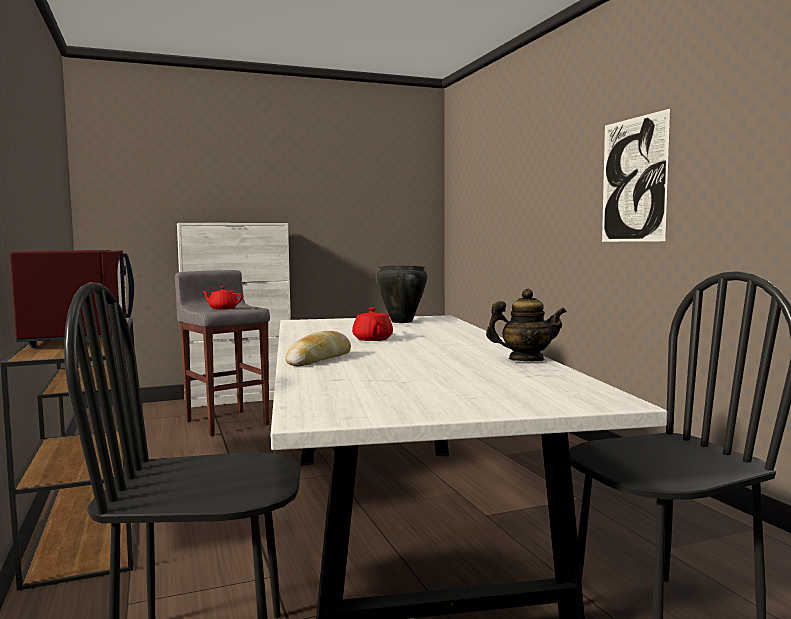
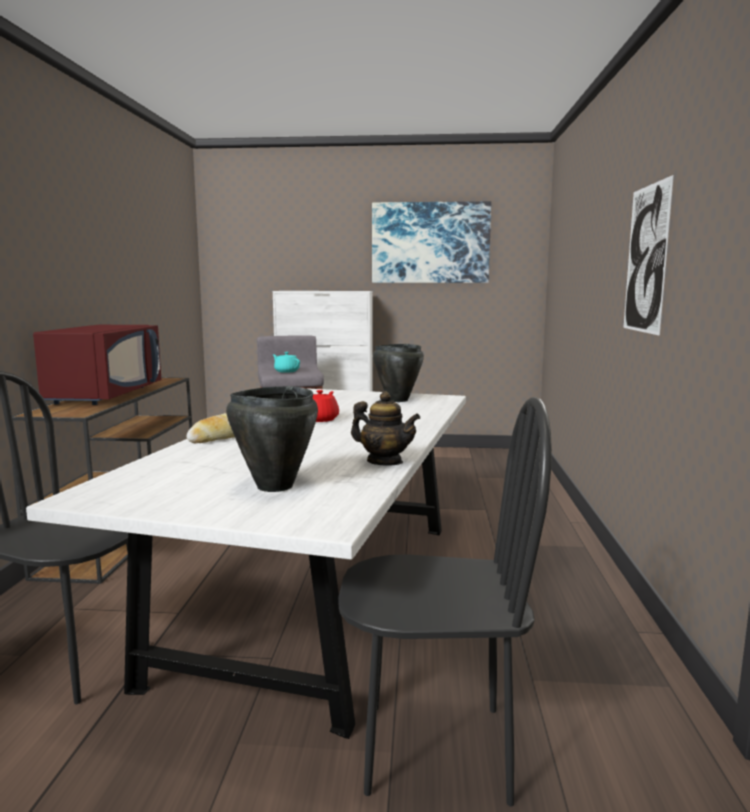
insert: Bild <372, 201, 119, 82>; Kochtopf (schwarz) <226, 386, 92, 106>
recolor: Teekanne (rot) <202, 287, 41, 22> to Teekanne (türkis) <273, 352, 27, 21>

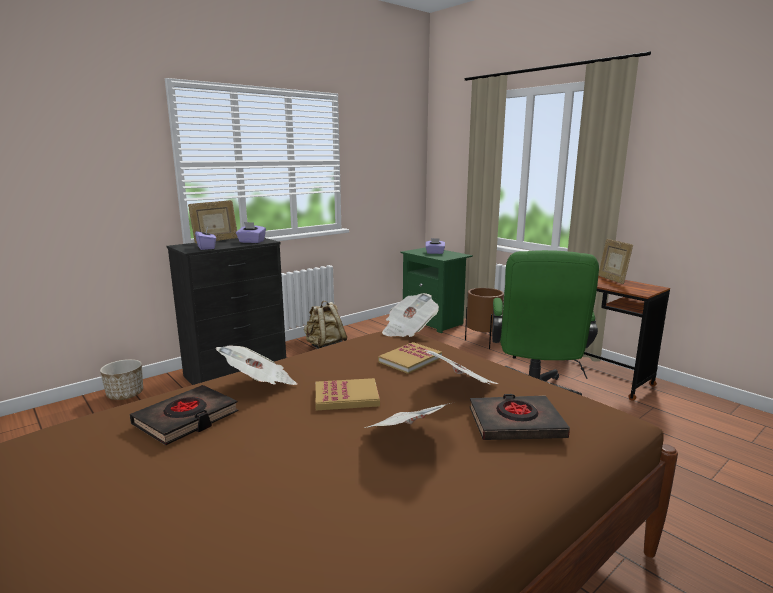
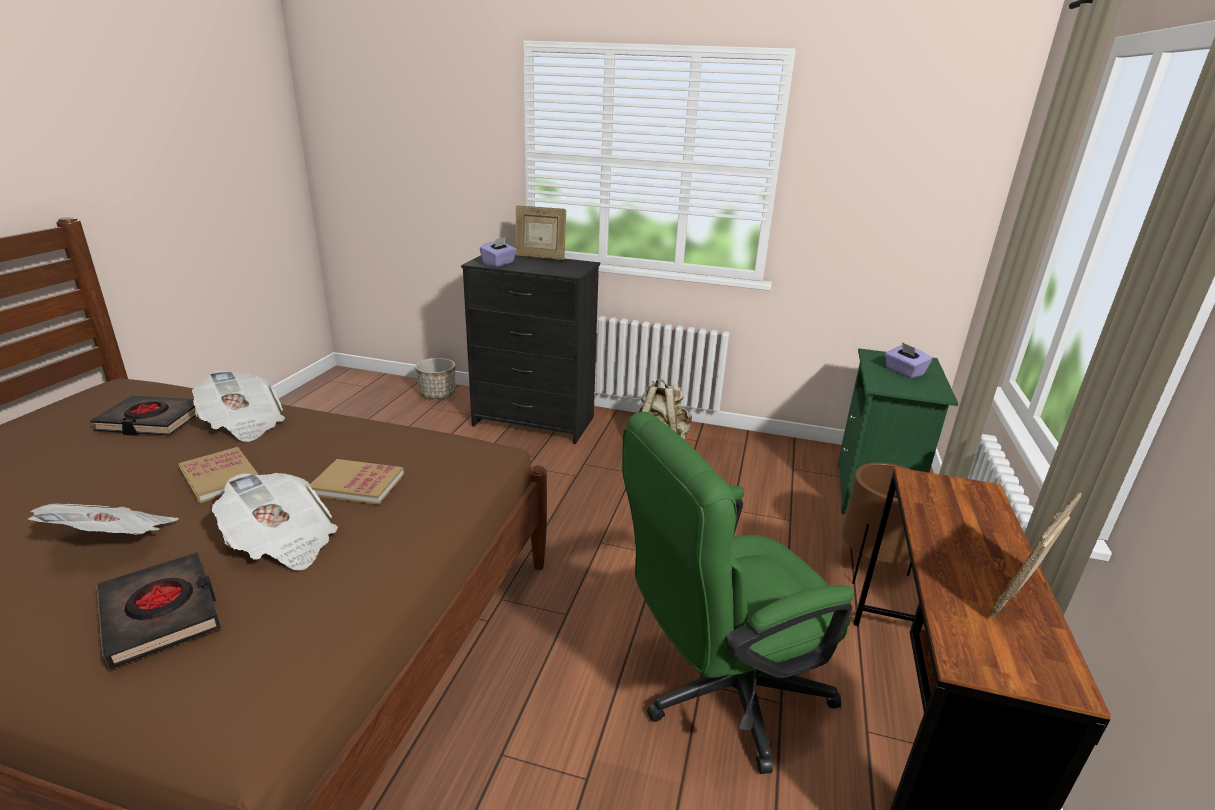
delete: Taschentuchbox (lila) <236, 222, 30, 21>; Zeitung <382, 293, 57, 44>

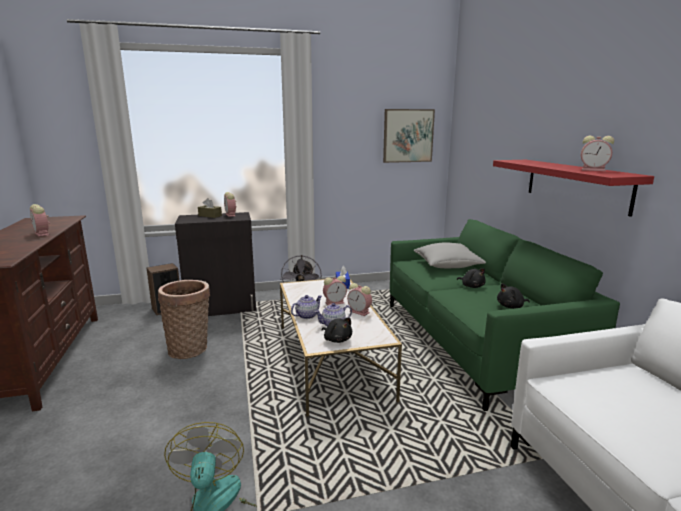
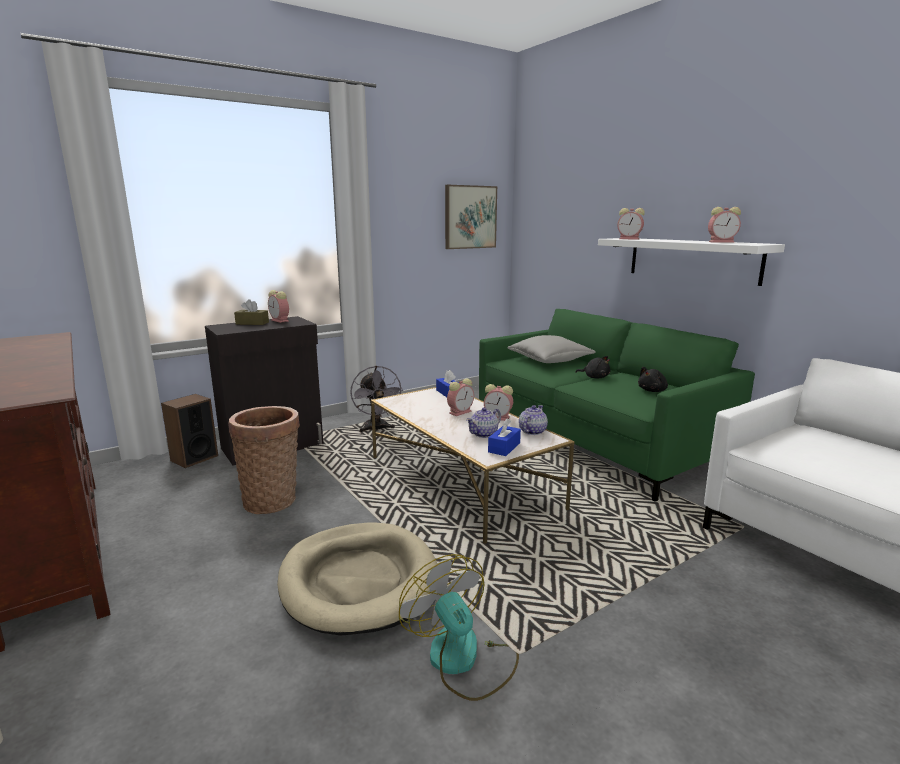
insert: Hundebett (beige) <277, 523, 160, 112>
move: Wecker <30, 204, 20, 33> to <618, 208, 27, 32>; Teekanne <291, 295, 31, 24> to <519, 405, 29, 30>
replace: Plüschtier (schwarz) <322, 318, 30, 25> to Taschentuchbox (blau) <488, 419, 33, 37>
recolor: Wandregal (rot) <493, 160, 161, 57> to Wandregal (weiß) <598, 238, 187, 48>

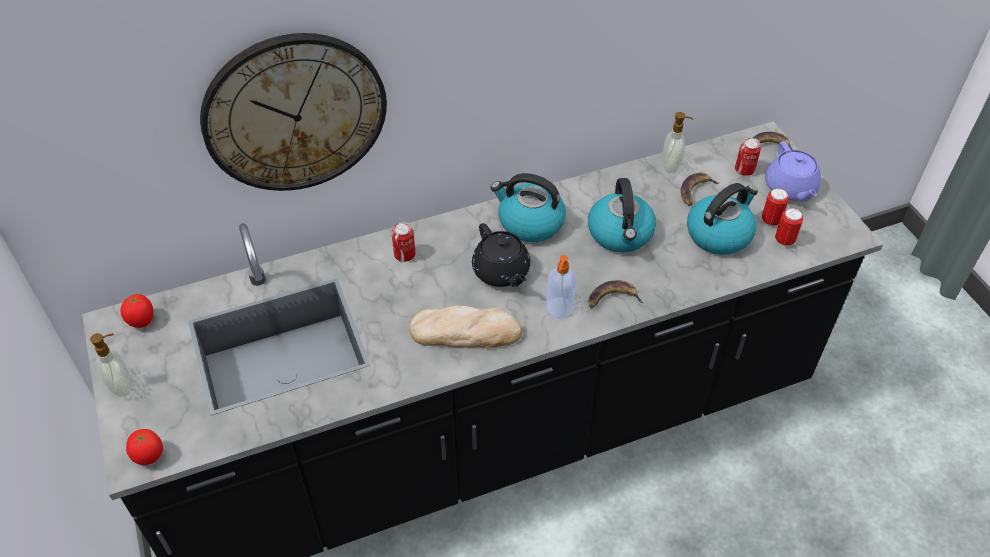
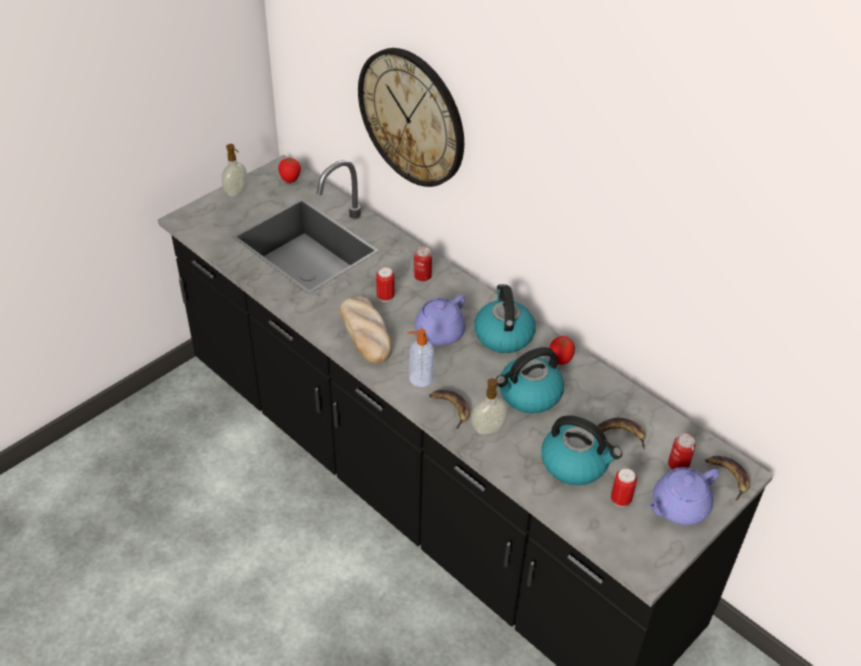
move: Seifenspender <663, 112, 30, 61> to <471, 378, 37, 57>; Dose <775, 208, 28, 39> to <376, 267, 19, 35>; Tomate <126, 429, 37, 36> to <549, 336, 26, 29>
recolor: Teekanne (schwarz) <472, 223, 58, 64> to Teekanne (lila) <412, 295, 54, 51>

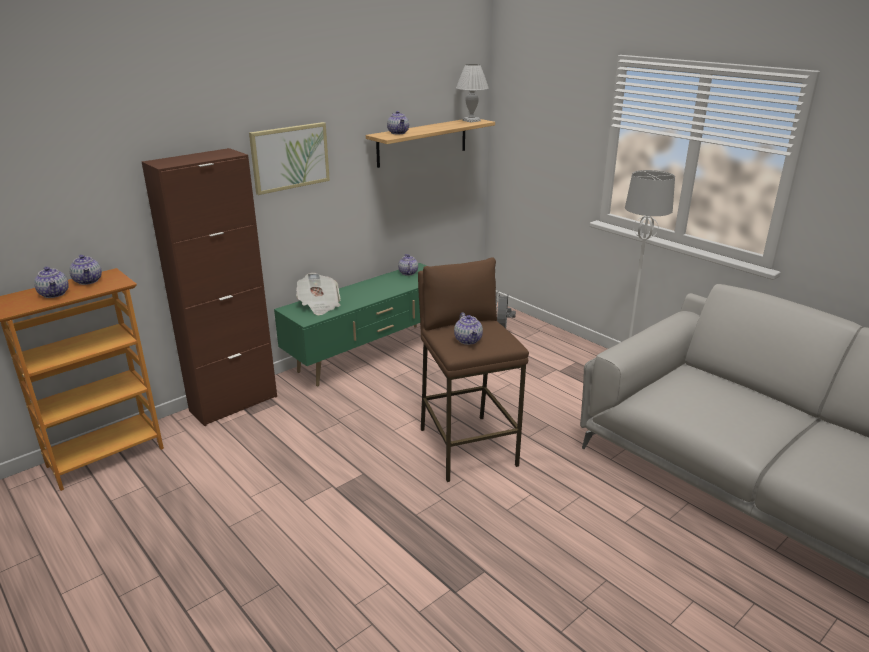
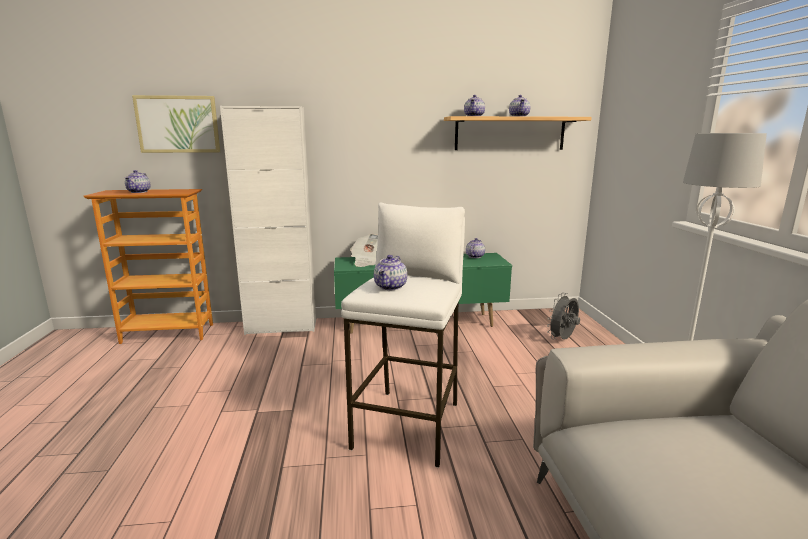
delete: Tischlampe (weiß) <456, 64, 33, 59>
move: Bild <249, 122, 81, 73> to <132, 95, 88, 58>; Teekanne <69, 254, 33, 31> to <509, 95, 21, 21>
recolor: Schrank (braun) <142, 148, 135, 278> to Schrank (weiß) <220, 106, 96, 229>; Hocker (braun) <418, 257, 111, 225> to Hocker (weiß) <341, 203, 124, 265>

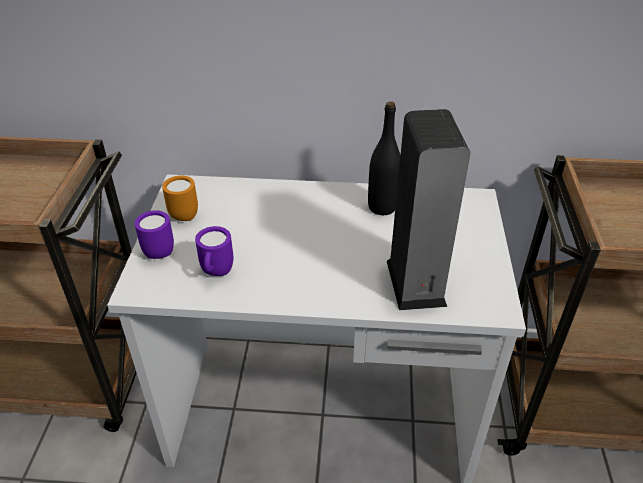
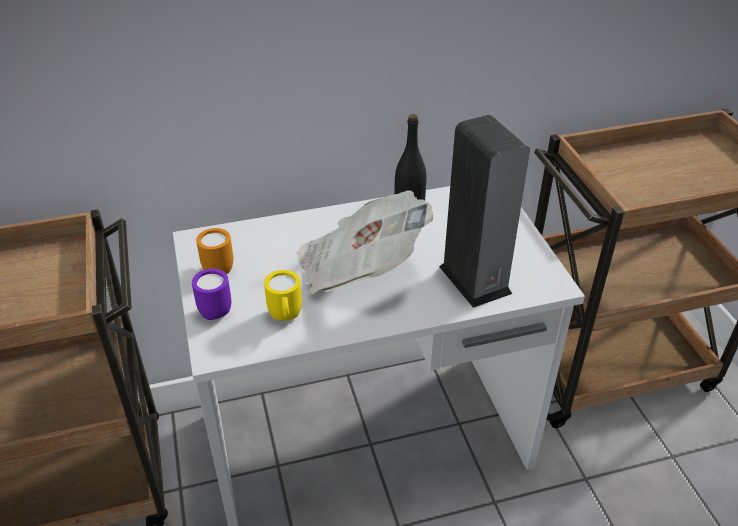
insert: Zeitung <297, 191, 136, 103>
recolor: Henkelbecher (lila) <195, 226, 38, 50> to Henkelbecher (gelb) <264, 270, 38, 51>

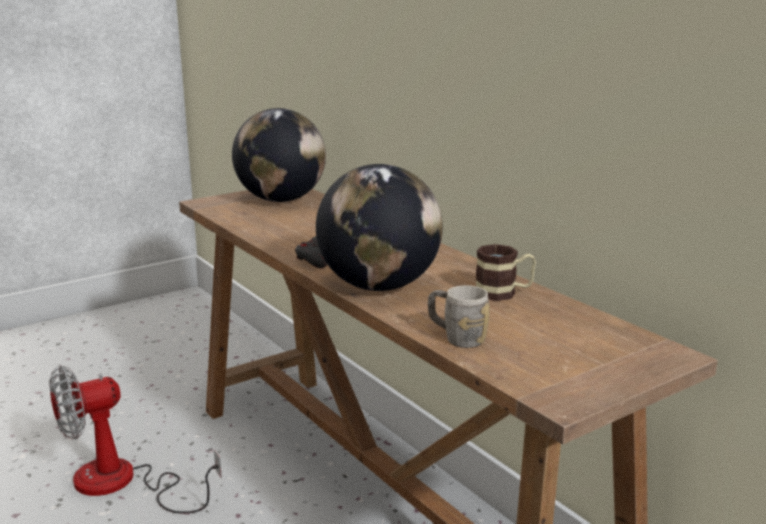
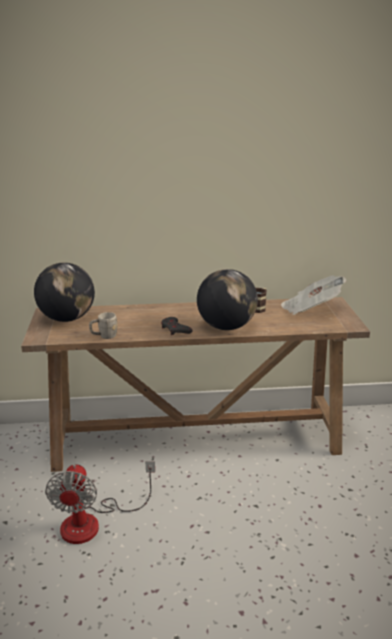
insert: Zeitung <281, 275, 65, 40>
move: Henkelbecher (grau) <428, 285, 62, 63> to <89, 312, 28, 27>

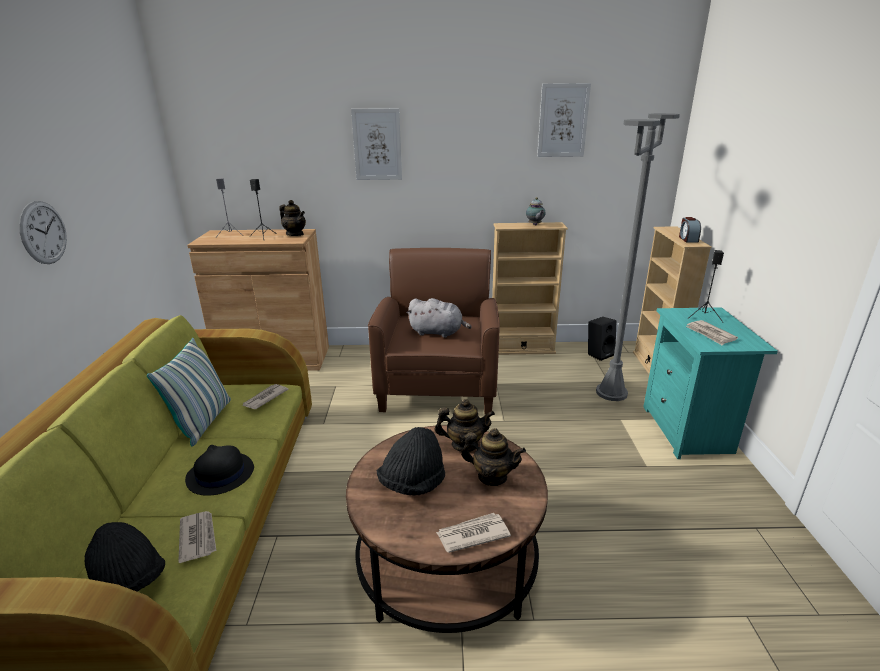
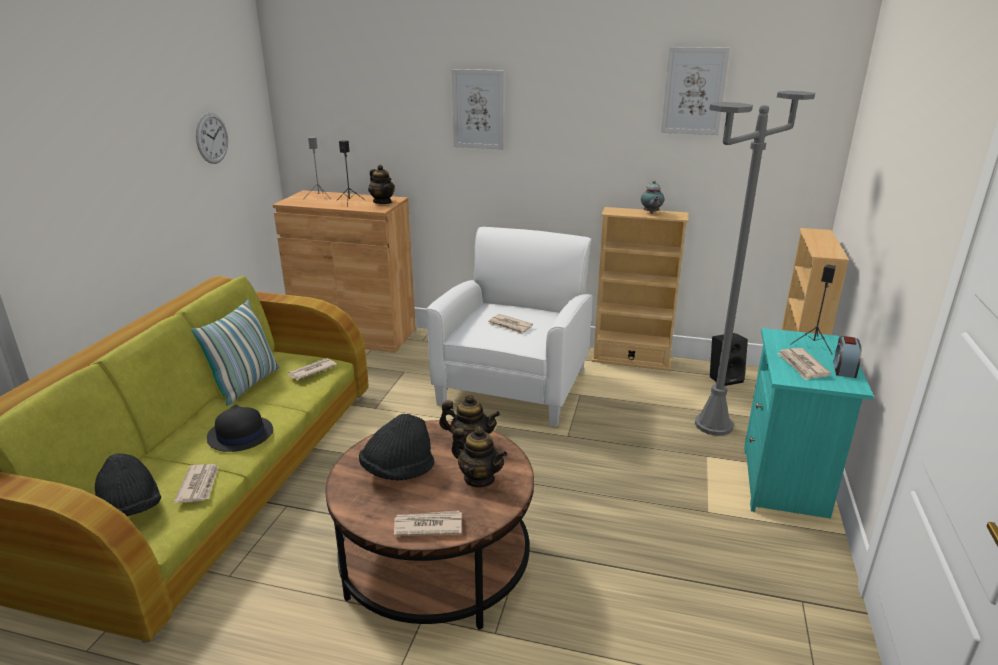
move: Wanduhr <19, 201, 48, 63> to <196, 113, 32, 51>; Wecker <679, 217, 22, 26> to <833, 336, 29, 42>
replace: Plüschtier (grau) <407, 298, 64, 40> to Zeitung <488, 314, 45, 21>
recolor: Sessel (braun) <368, 248, 132, 166> to Sessel (weiß) <427, 227, 165, 200>

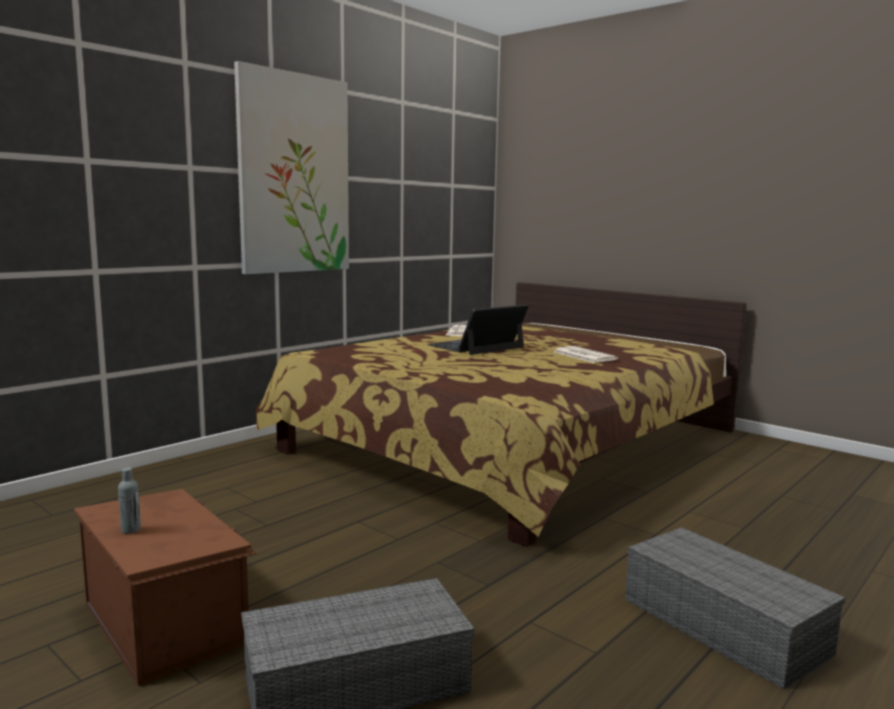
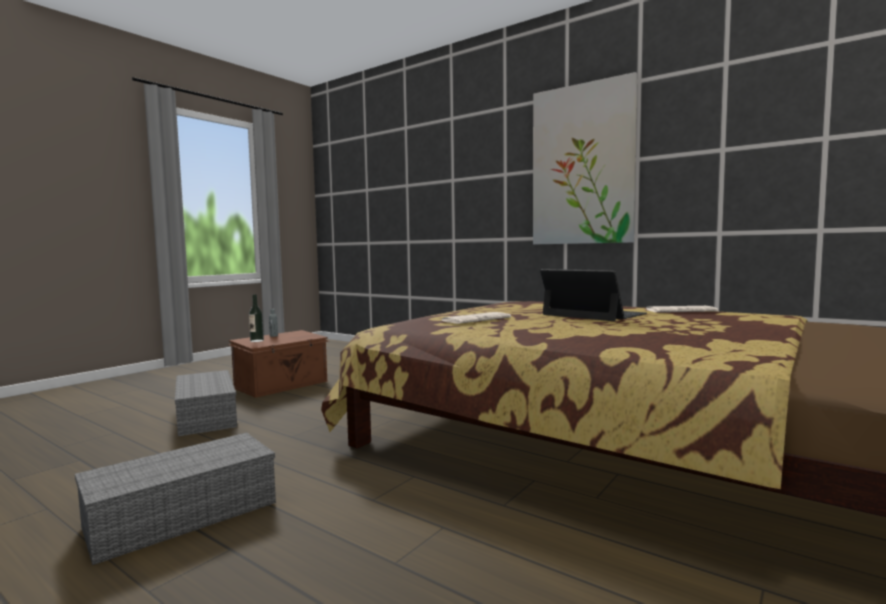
insert: Flasche <249, 294, 15, 48>
move: Zeitung <555, 346, 63, 17> to <442, 312, 69, 12>

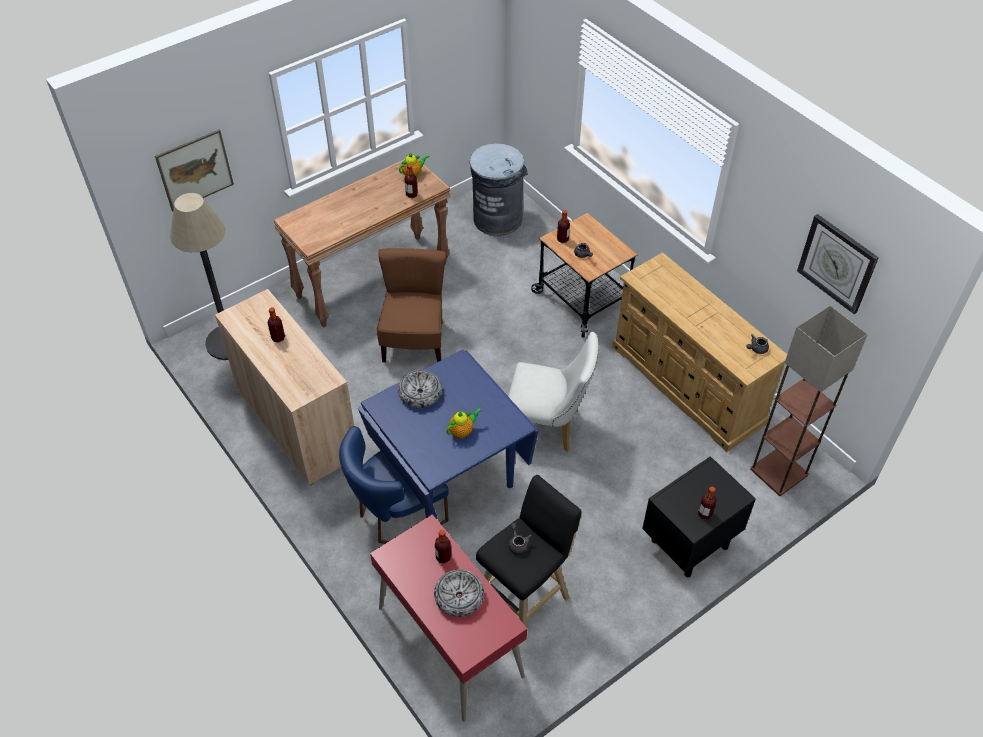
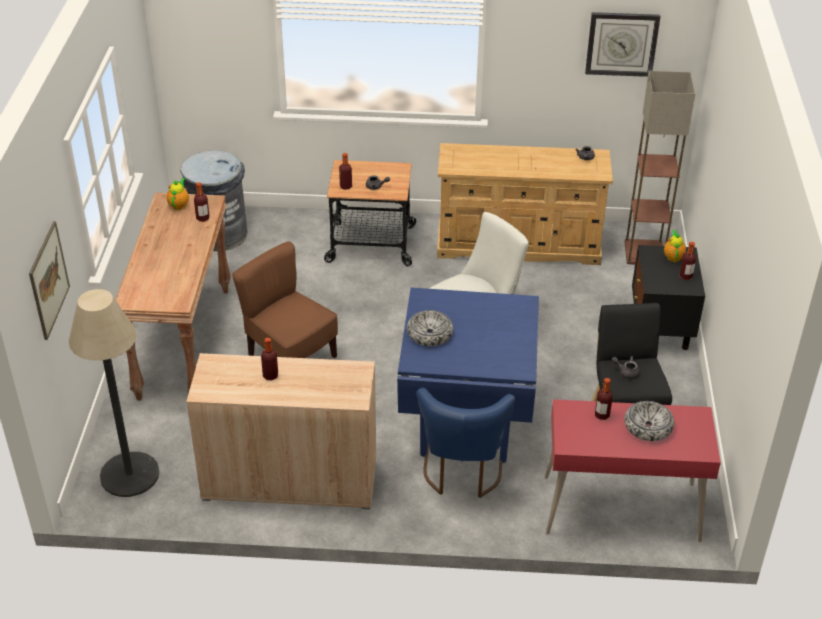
move: Teekanne <446, 408, 36, 30> to <664, 230, 22, 32>

